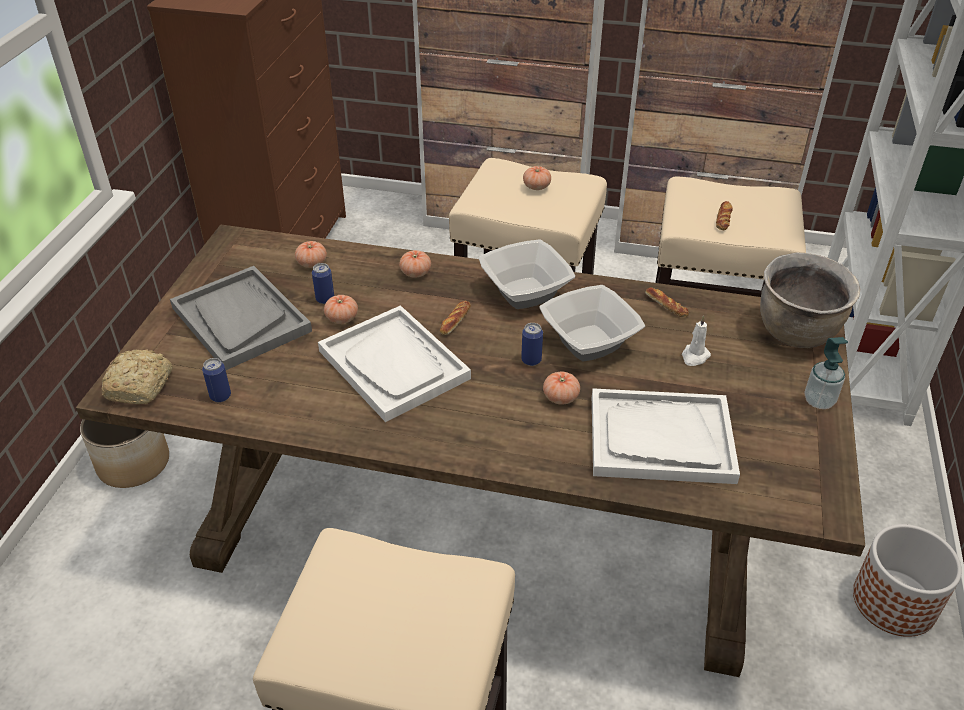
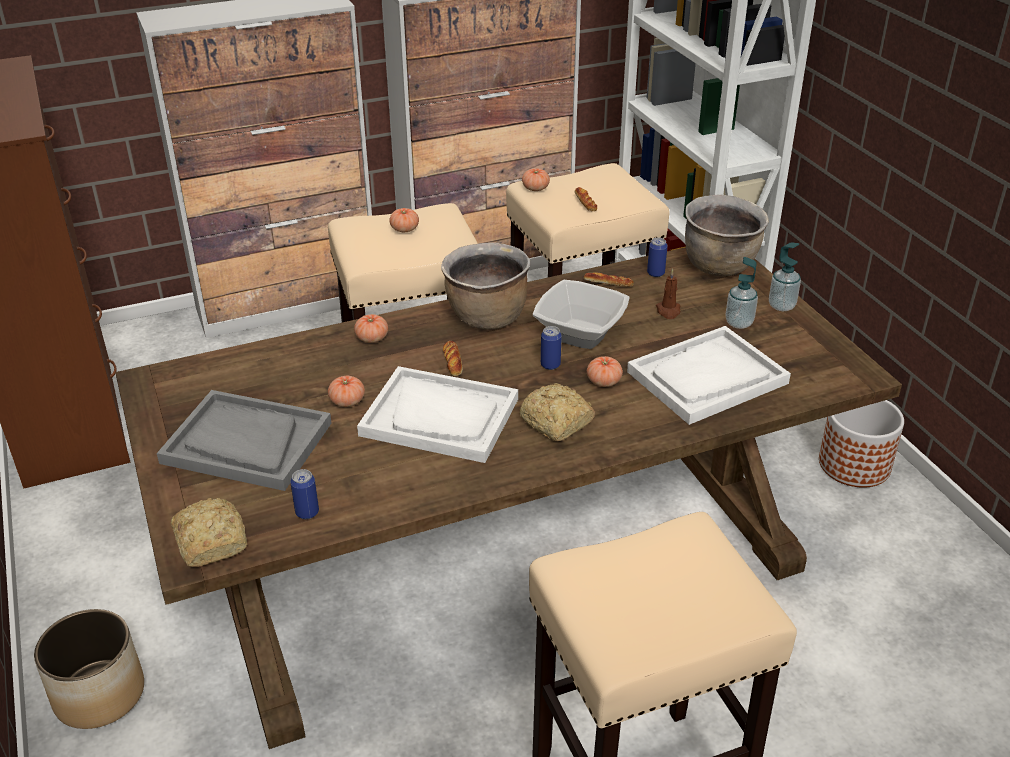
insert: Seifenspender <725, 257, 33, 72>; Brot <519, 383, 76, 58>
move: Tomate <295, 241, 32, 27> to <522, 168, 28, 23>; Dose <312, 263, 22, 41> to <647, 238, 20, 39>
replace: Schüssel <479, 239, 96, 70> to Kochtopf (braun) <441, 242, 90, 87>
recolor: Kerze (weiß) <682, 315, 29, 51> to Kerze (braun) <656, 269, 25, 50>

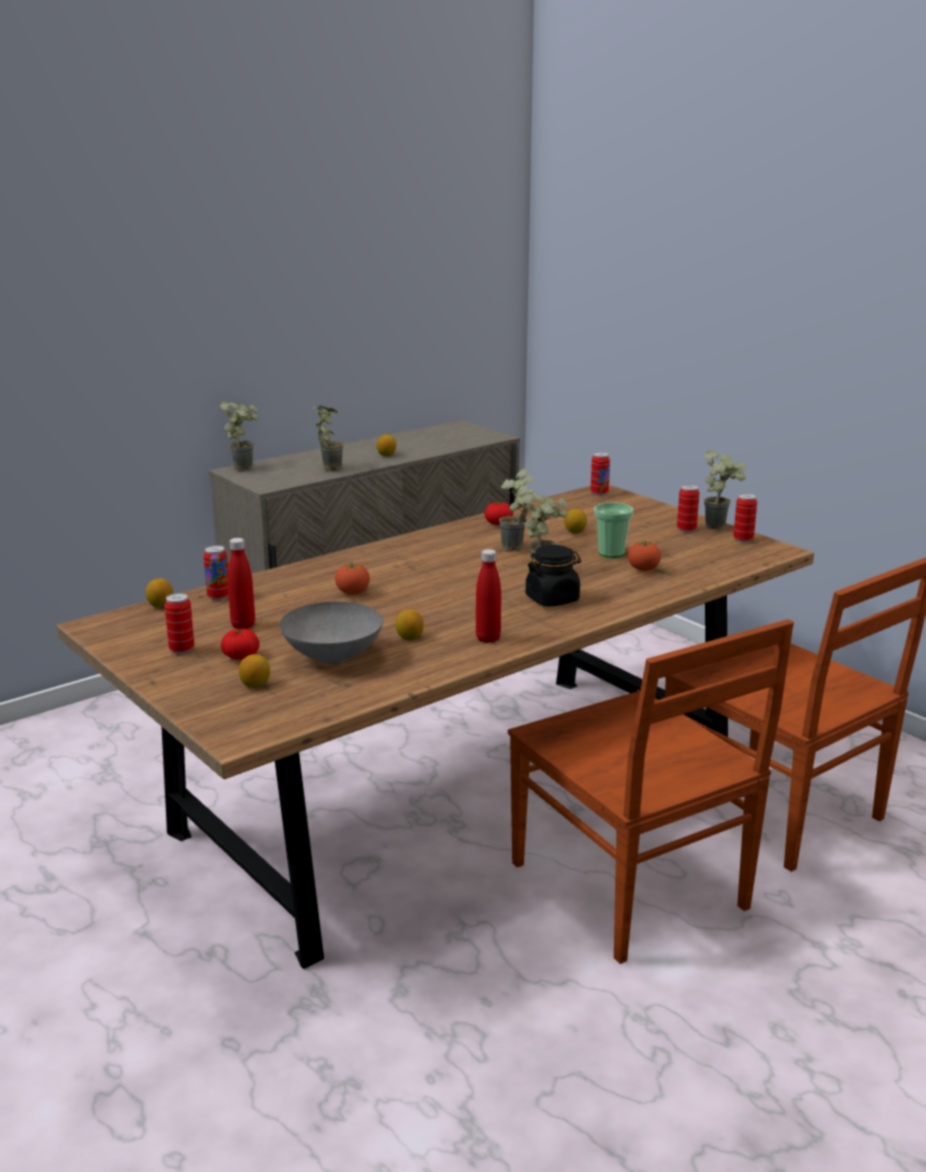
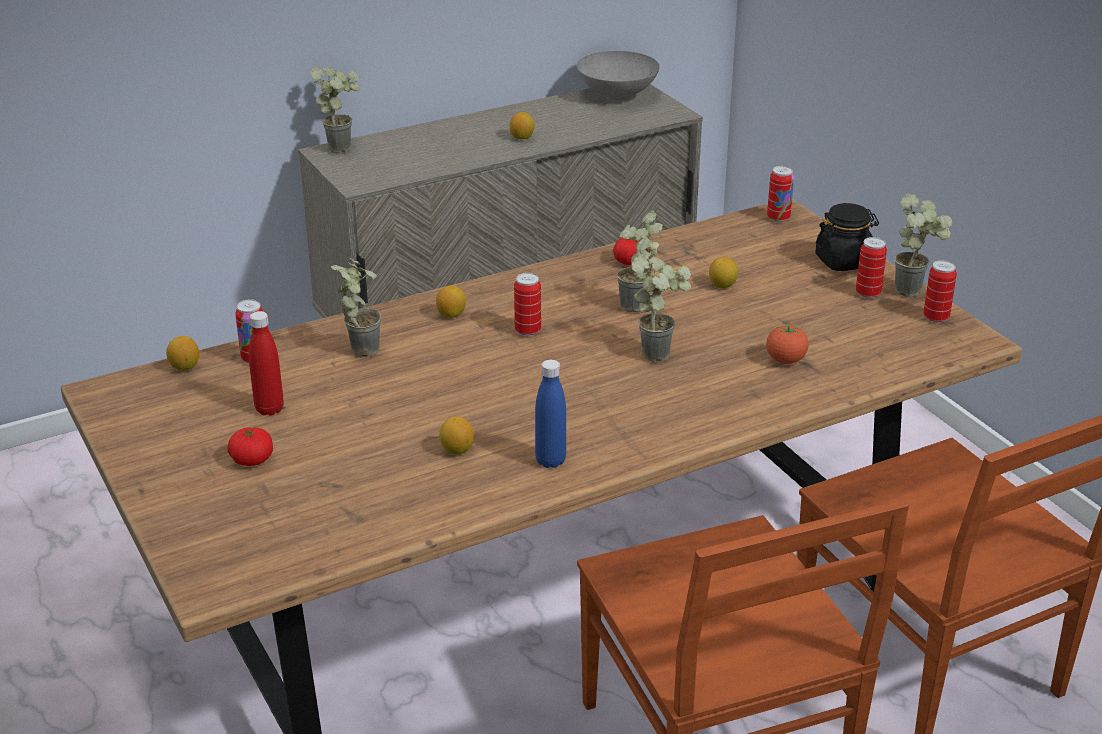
delete: Tasse <594, 502, 39, 56>; Tomate <335, 563, 35, 32>
move: Topfpflanze <312, 405, 32, 66> to <331, 257, 50, 101>; Vorratsglas (schwarz) <526, 545, 55, 62> to <815, 203, 64, 68>; Dose <165, 593, 29, 61> to <514, 273, 27, 63>; Schüssel (grau) <279, 602, 104, 62> to <577, 51, 83, 49>; Zitrone <239, 654, 31, 34> to <436, 285, 30, 33>
recolor: Flasche (rot) <476, 549, 25, 94> to Flasche (blau) <535, 360, 31, 108>

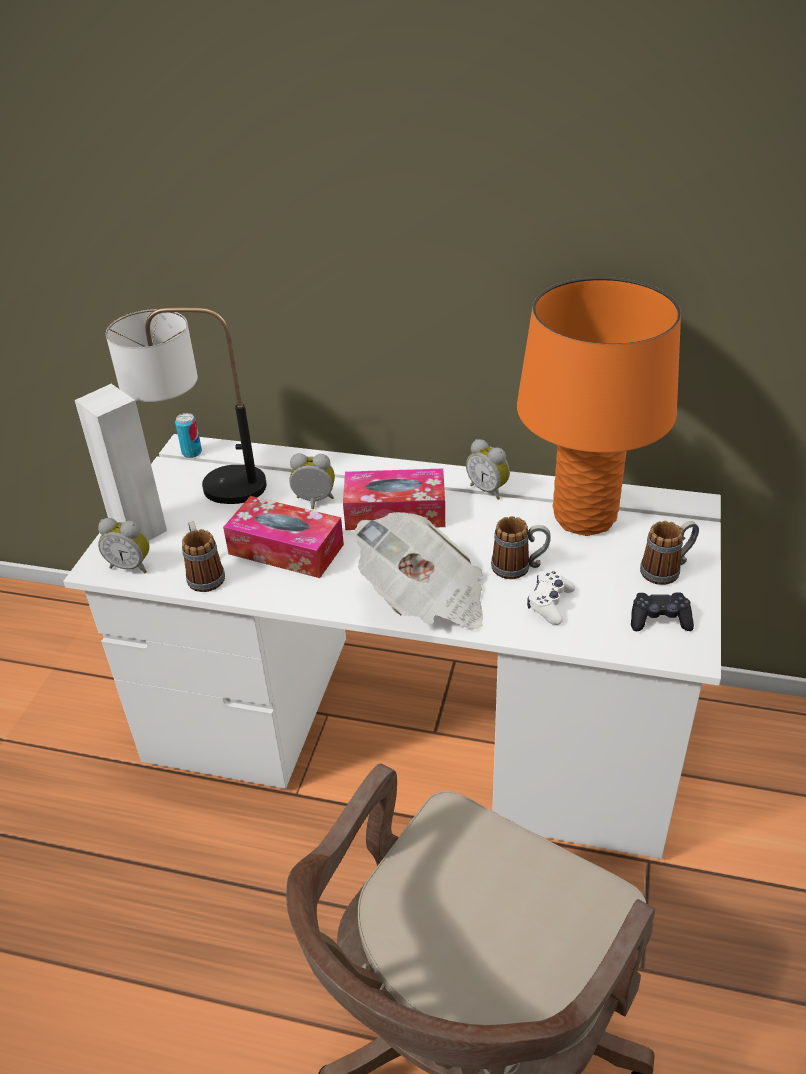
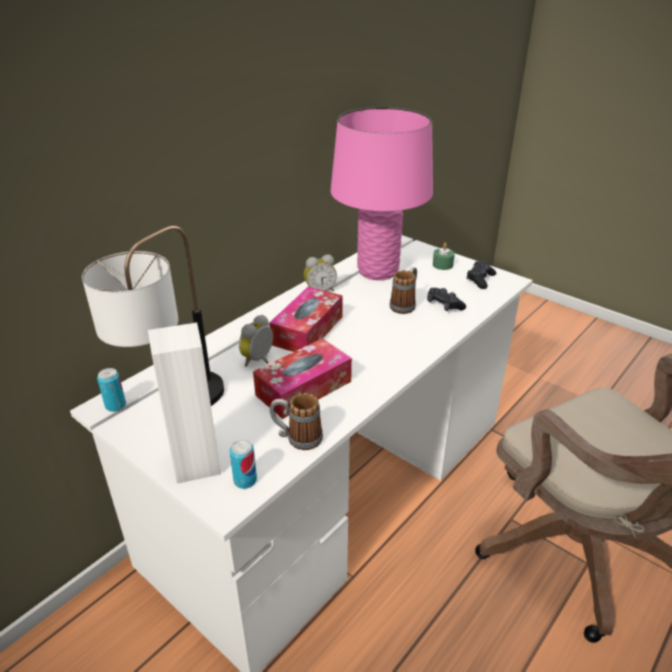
delete: Zeitung <355, 512, 128, 117>
replace: Wecker <98, 518, 52, 55> to Dose <230, 439, 27, 50>; Henkelbecher <640, 521, 59, 64> to Kerze (grün) <433, 243, 22, 27>
recolor: Tischlampe (orange) <517, 277, 164, 259> to Tischlampe (rosa) <330, 107, 103, 173>; Gamepad (weiß) <527, 570, 48, 55> to Gamepad (schwarz) <427, 288, 39, 23>

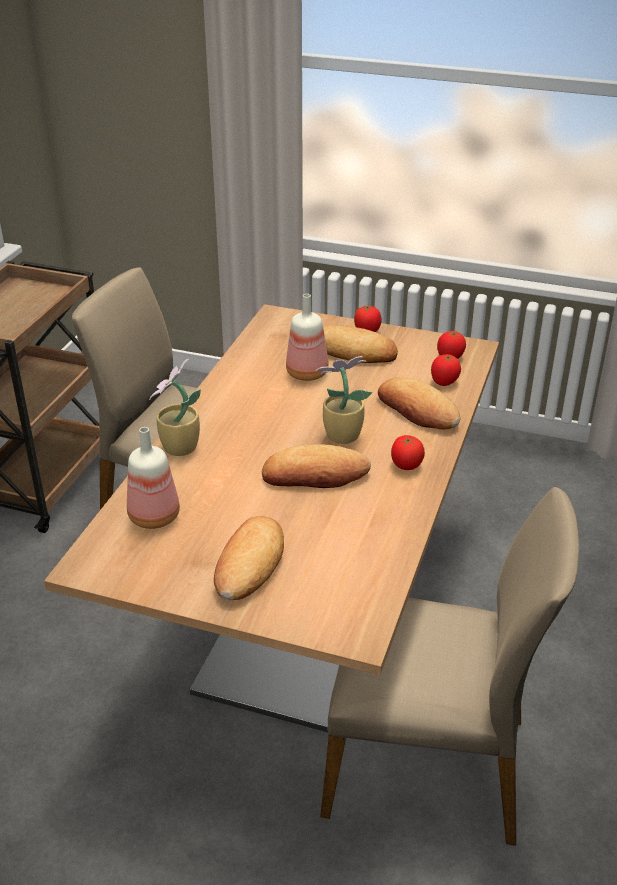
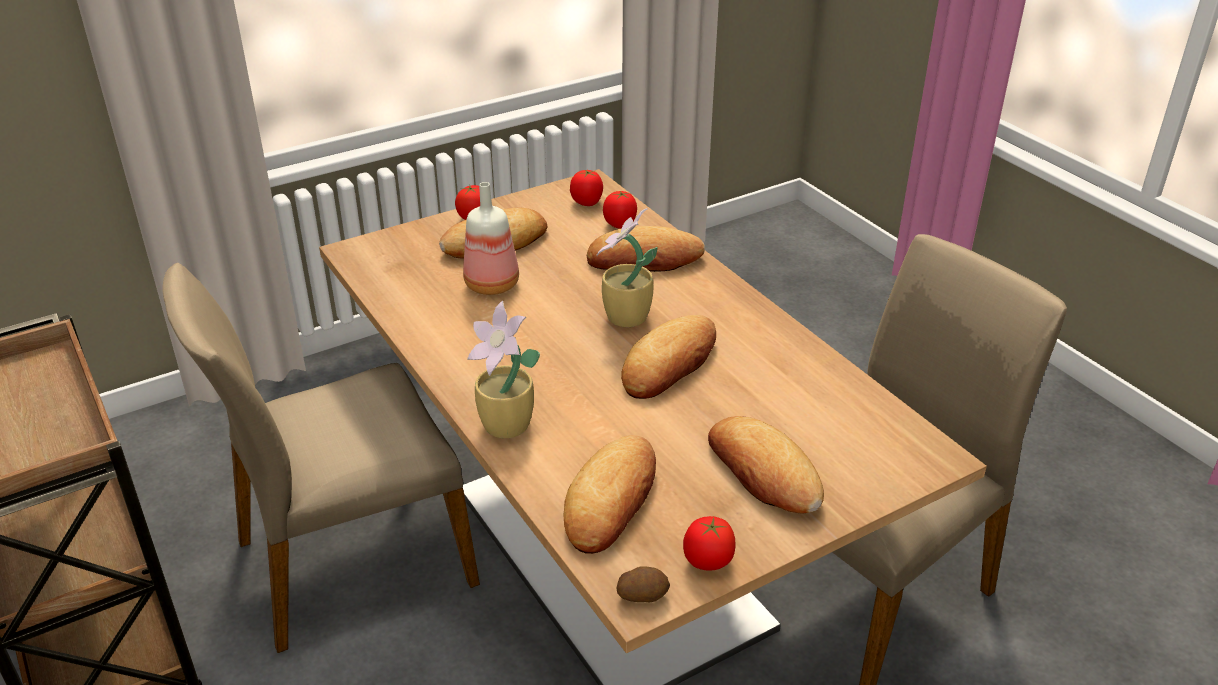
insert: Kartoffel <617, 566, 53, 36>
move: Tomate <391, 435, 34, 35> to <683, 516, 53, 55>
replace: Flasche <127, 427, 53, 102> to Brot <564, 435, 92, 119>

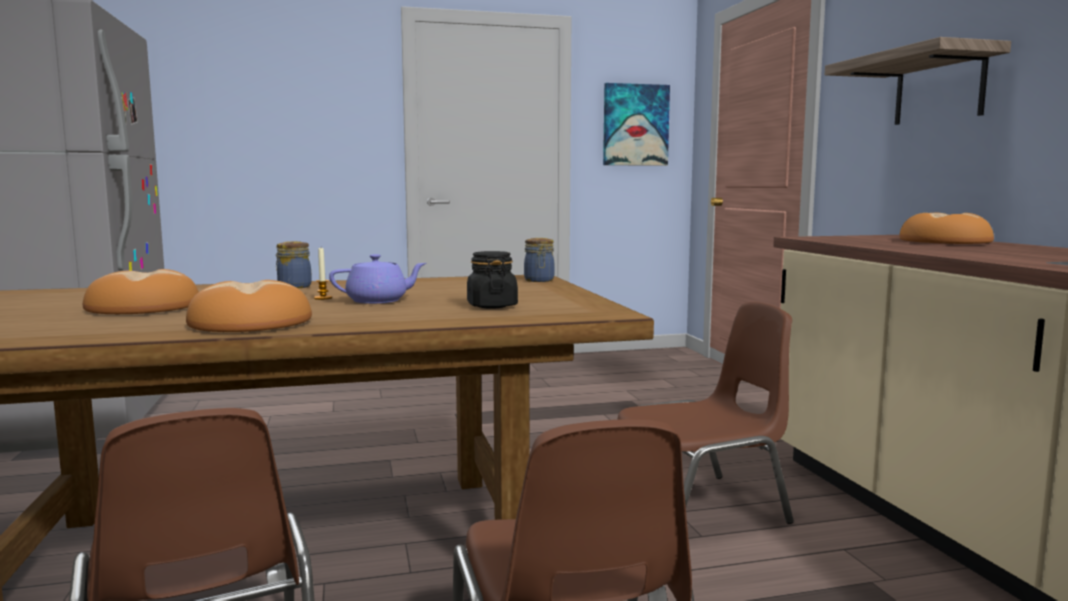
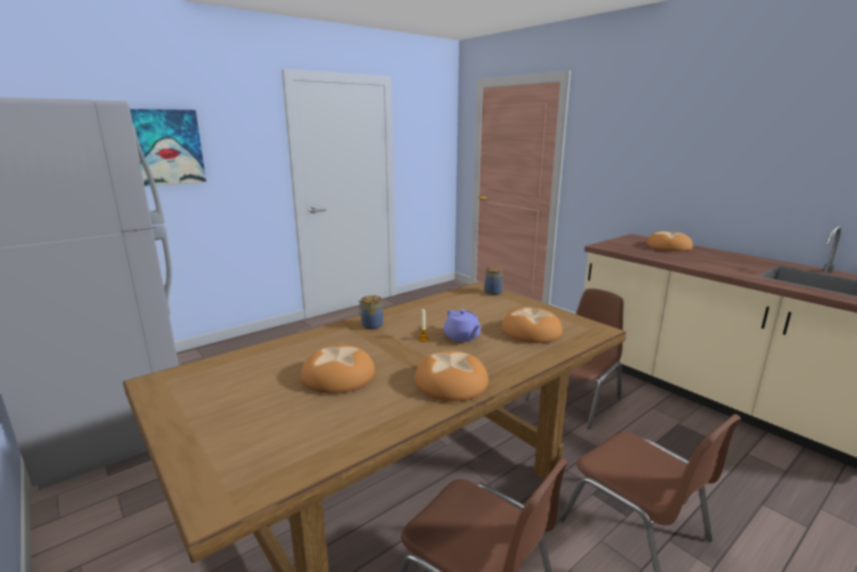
delete: Wandregal <825, 37, 186, 88>
move: Bild <603, 83, 67, 83> to <130, 109, 76, 77>
replace: Vorratsglas (schwarz) <467, 251, 51, 57> to Brot <502, 307, 61, 36>
rotate: Teekanne (lila) <329, 254, 97, 50> = <444, 309, 37, 33> 105 degrees clockwise

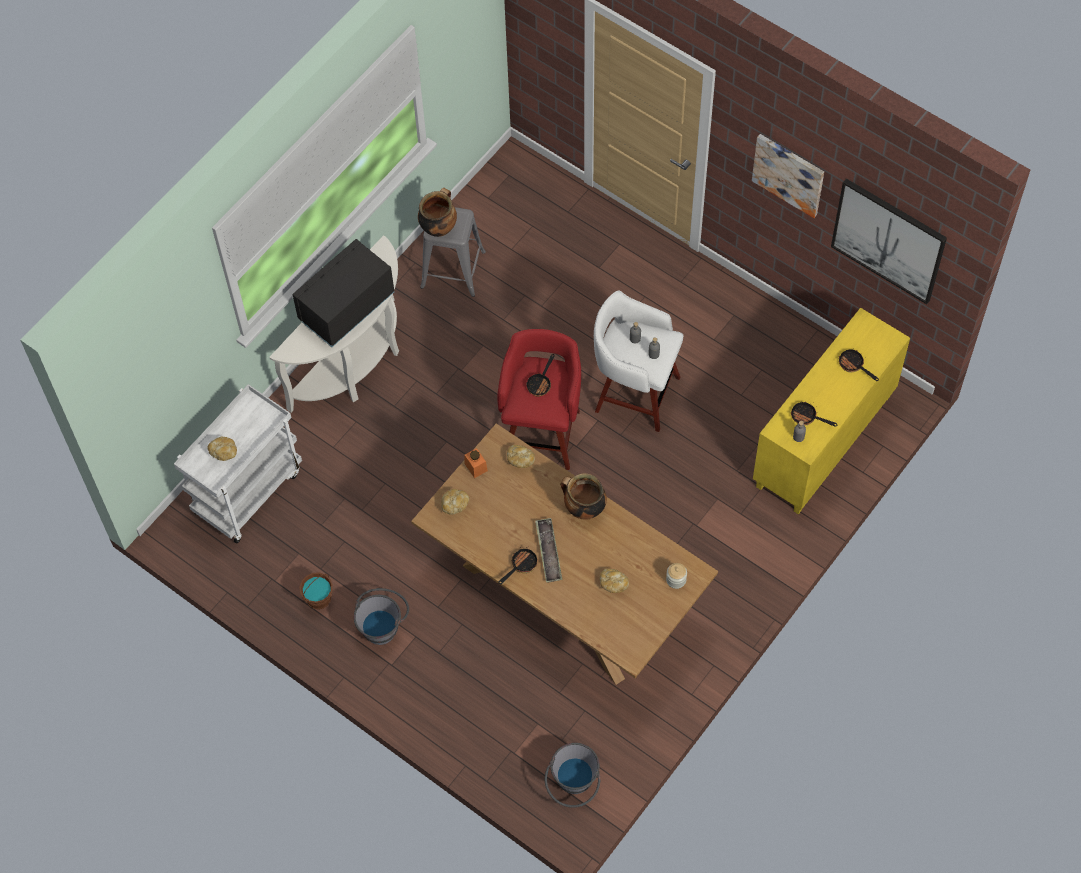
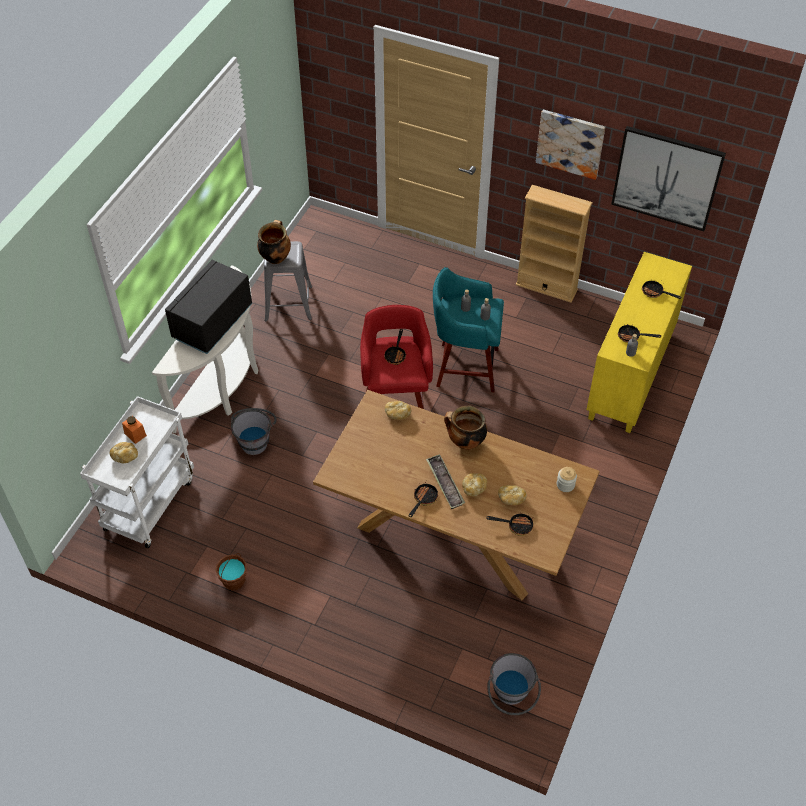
insert: Bücherregal (beige) <516, 185, 77, 118>; Pfanne <486, 512, 47, 24>
move: Vorratsglas (orange) <464, 448, 24, 30> to <122, 416, 25, 28>; Brot <441, 489, 28, 26> to <462, 473, 25, 23>; Eimer (grau) <354, 588, 55, 57> to <231, 408, 46, 47>
recolor: Hocker (weiß) <594, 290, 89, 142> to Hocker (türkis) <433, 267, 71, 125>

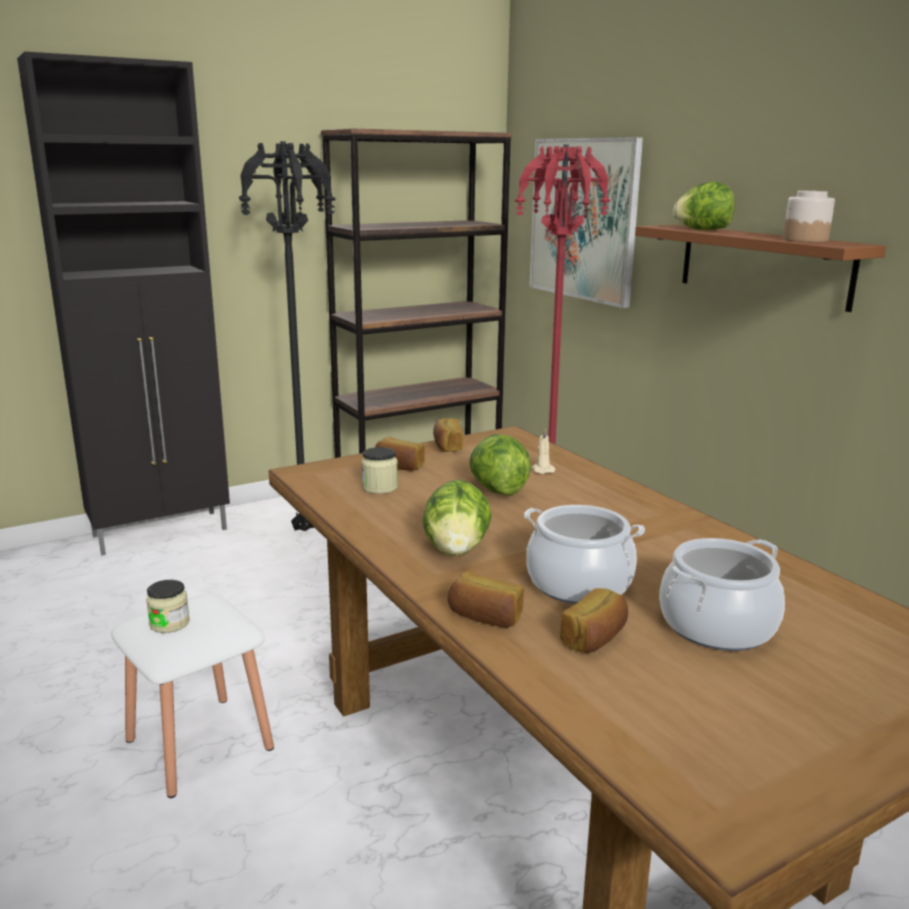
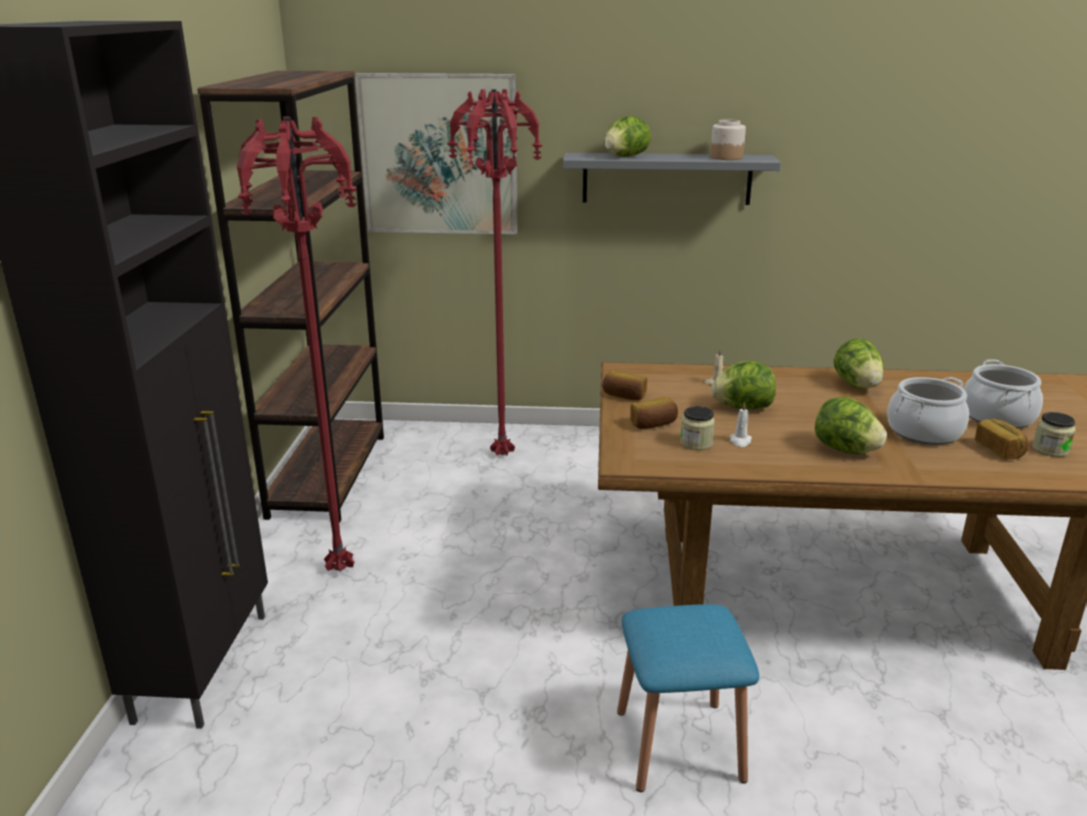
delete: Brot <448, 571, 76, 56>
insert: Salatkopf <834, 338, 50, 51>; Kerze (weiß) <730, 402, 22, 45>
move: Vorratsglas <146, 580, 44, 53> to <1033, 412, 43, 45>
recolor: Stehlampe (schwarz) <239, 141, 97, 390> to Stehlampe (rot) <237, 116, 120, 456>; Wandregal (braun) <635, 225, 251, 87> to Wandregal (grau) <563, 153, 218, 52>; Hocker (weiß) <111, 594, 163, 204> to Hocker (blau) <617, 604, 142, 188>

